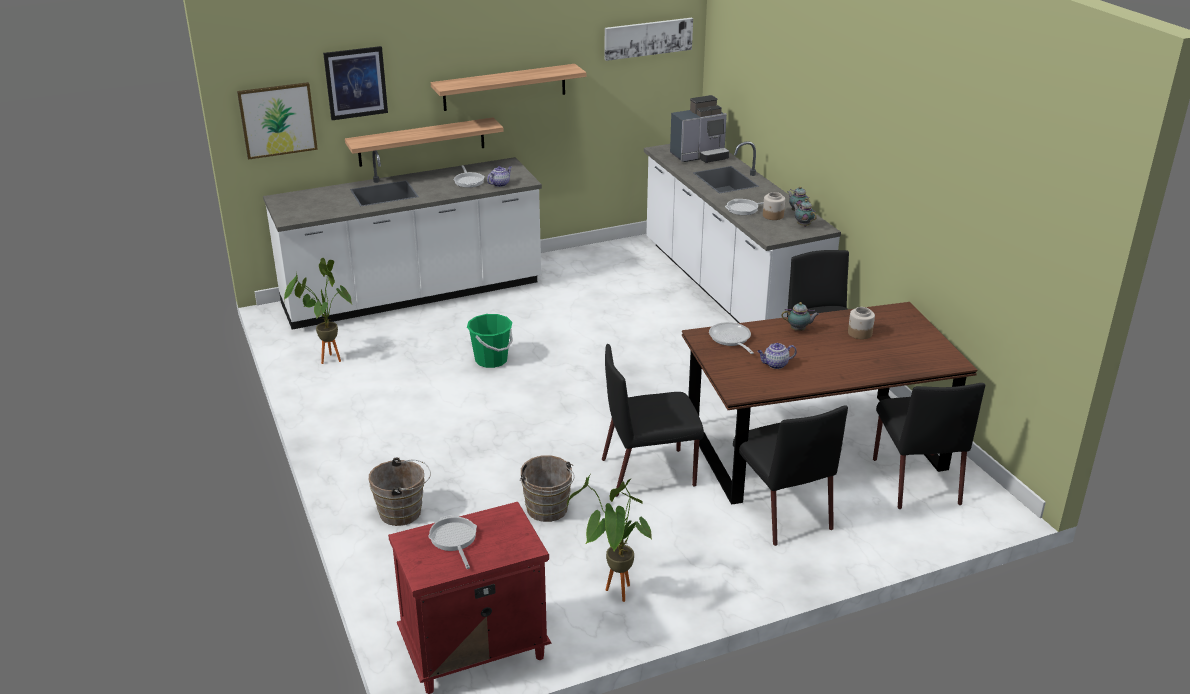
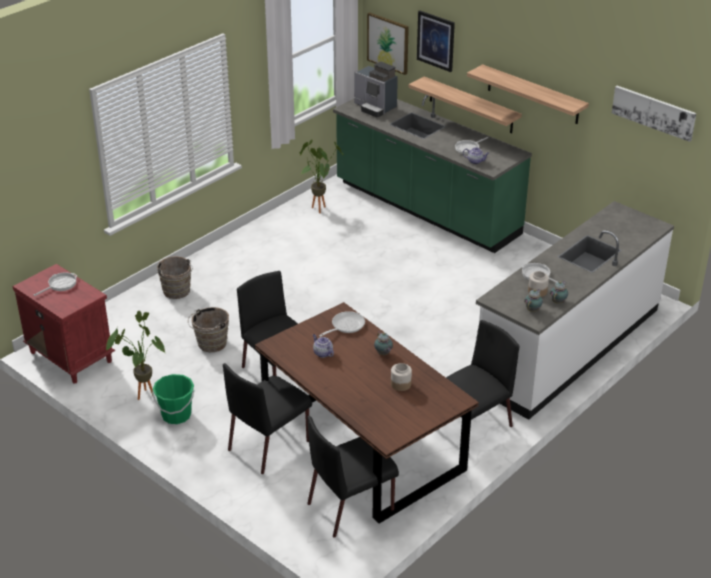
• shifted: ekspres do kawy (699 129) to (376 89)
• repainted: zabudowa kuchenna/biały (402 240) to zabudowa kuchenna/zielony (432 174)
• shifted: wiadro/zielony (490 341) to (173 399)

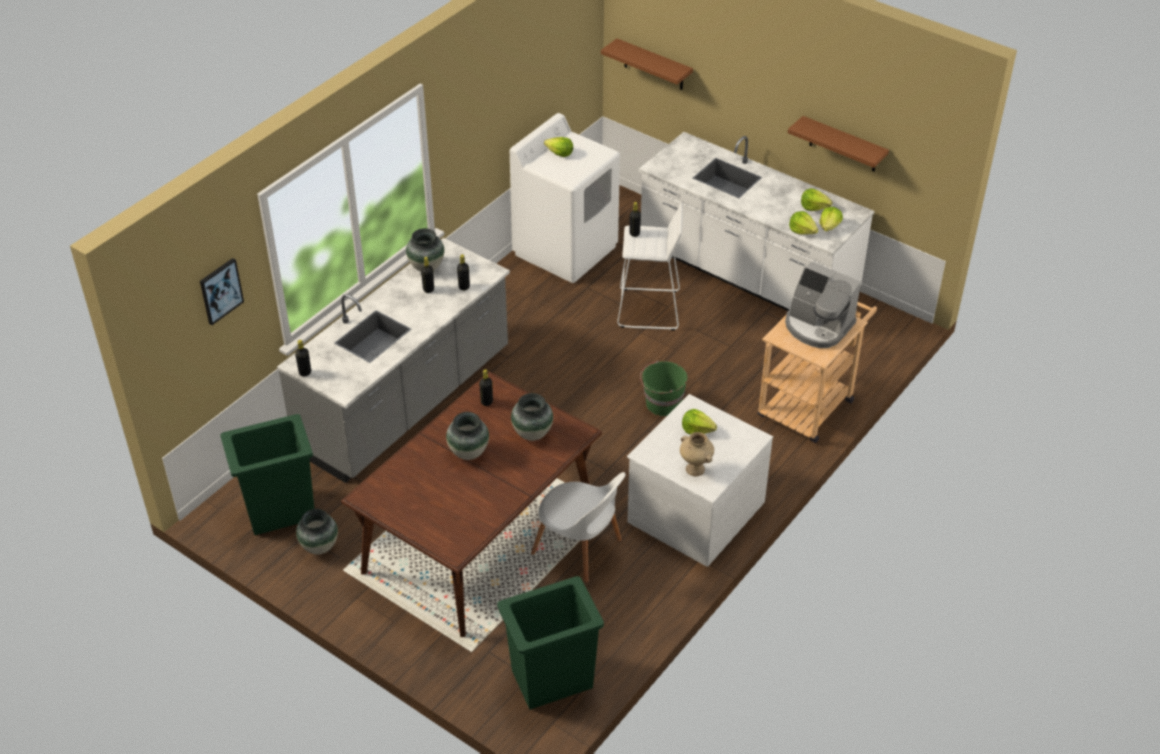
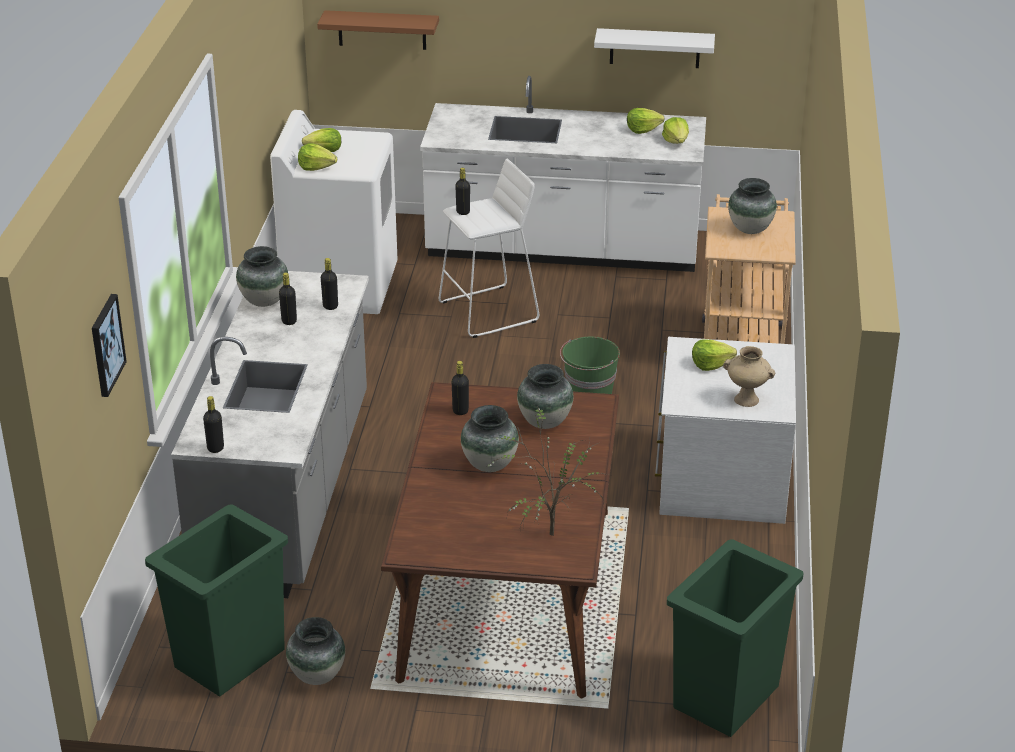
• repainted: półka/brązowy (838 144) to półka/biały (654 48)
• shifted: sałata (803 223) to (317 157)
• swapped: ekspres do kawy (823 304) to wazon (752 206)
• gone: krzesło/biały (578 527)
• new: roślina doniczkowa (549 471)

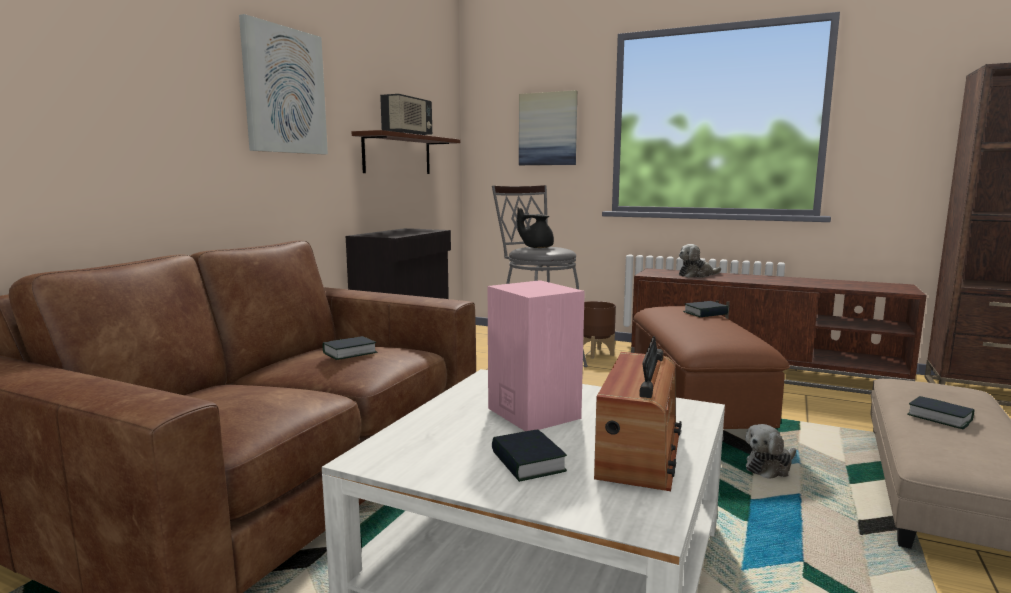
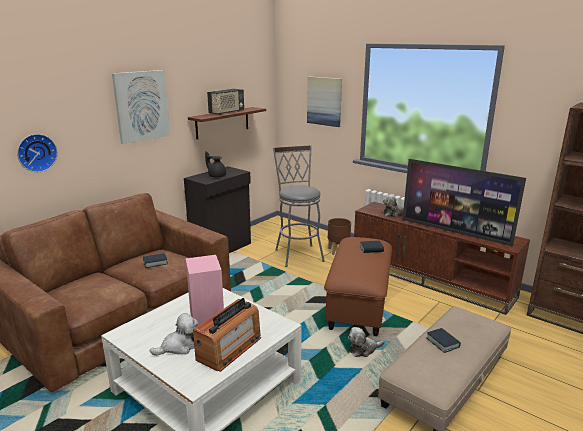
• shifted: imbryk/czarny (535 227) to (215 164)
• swapped: książka (529 455) to pluszak (174 334)
• new: zegar ścienny (37 153)
• new: telewizor (464 202)

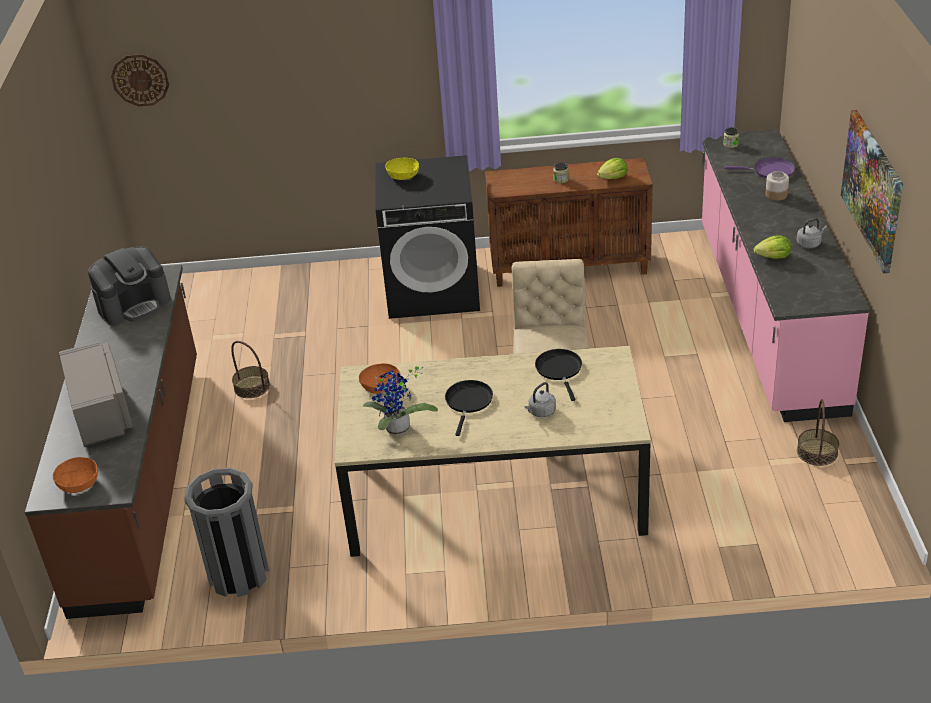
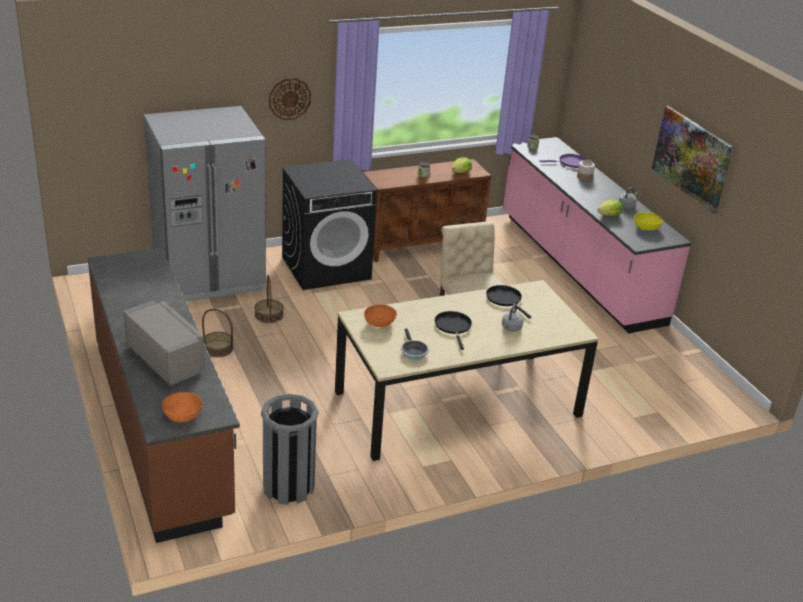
• shifted: zegar ścienny (140 80) to (290 99)
• shifted: miska/żółty (402 169) to (648 221)
• gone: ekspres do kawy (129 285)
• swapped: roślina doniczkowa (400 400) to patelnia (415 344)
• shifted: koszyk (818 432) to (269 299)
• new: lodówka/szary (204 204)

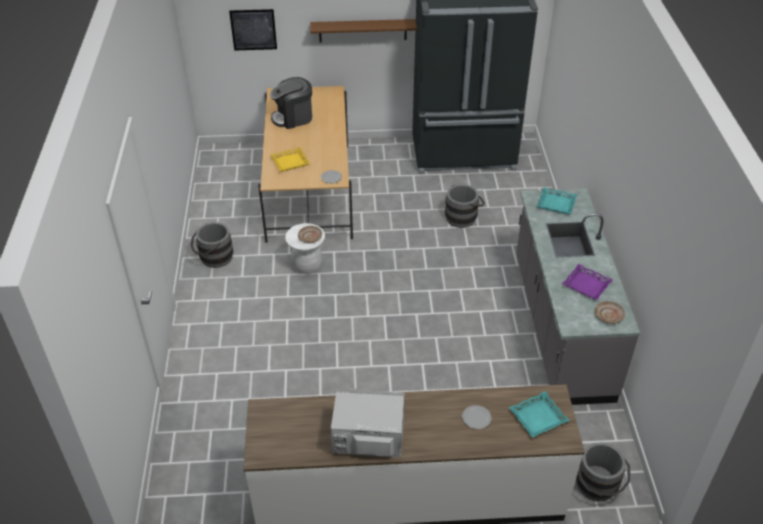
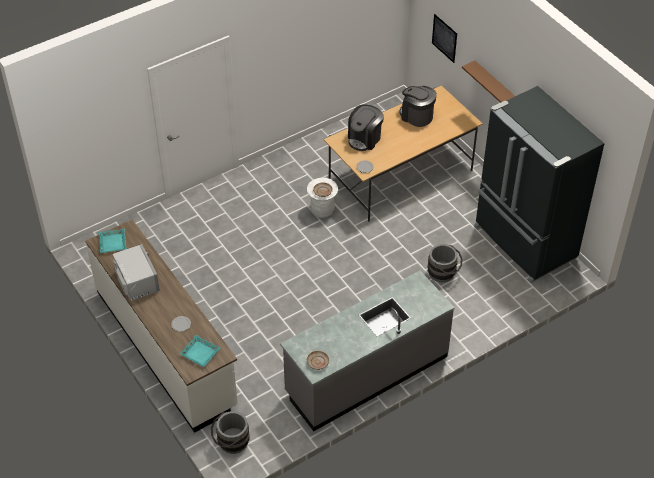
• swapped: taca/żółty (290 159) to ekspres do kawy (366 127)
• shifted: taca/turkusowy (557 200) to (112 240)
• gone: wiadro/szary (212 245)
• gone: taca/fioletowy (587 282)

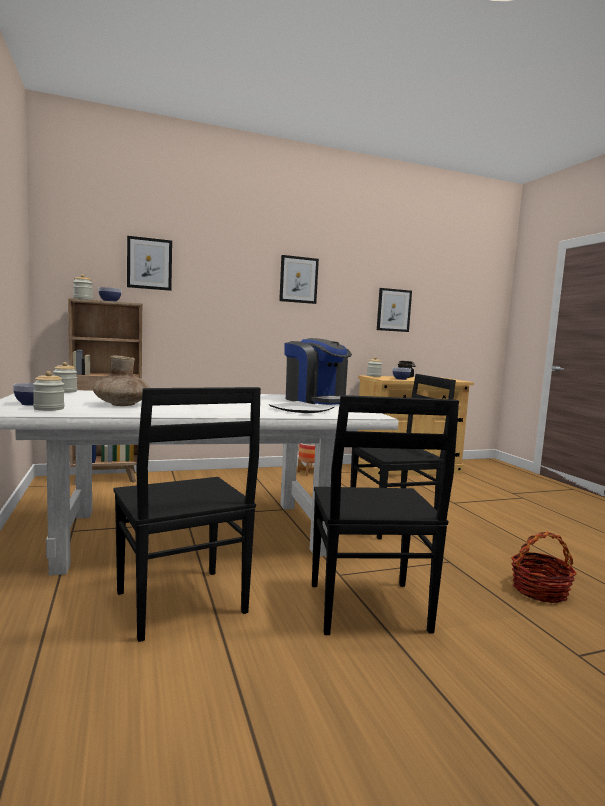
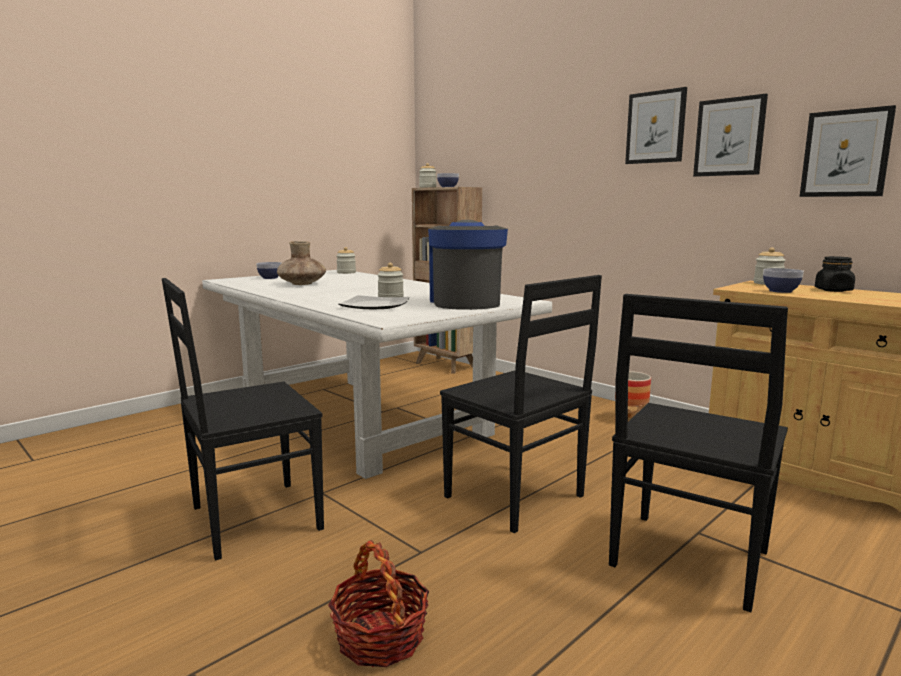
• shifted: obraz (149 263) to (730 135)
• rotated: ekspres do kawy (318 371) = (468 265) 150 degrees clockwise
• shifted: słoik (49 391) to (390 280)
• shifted: krzesło/czarny (187 514) to (698 453)

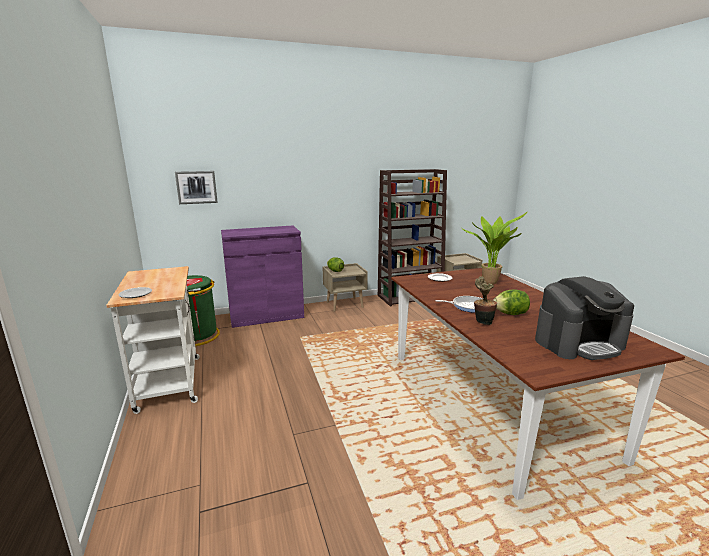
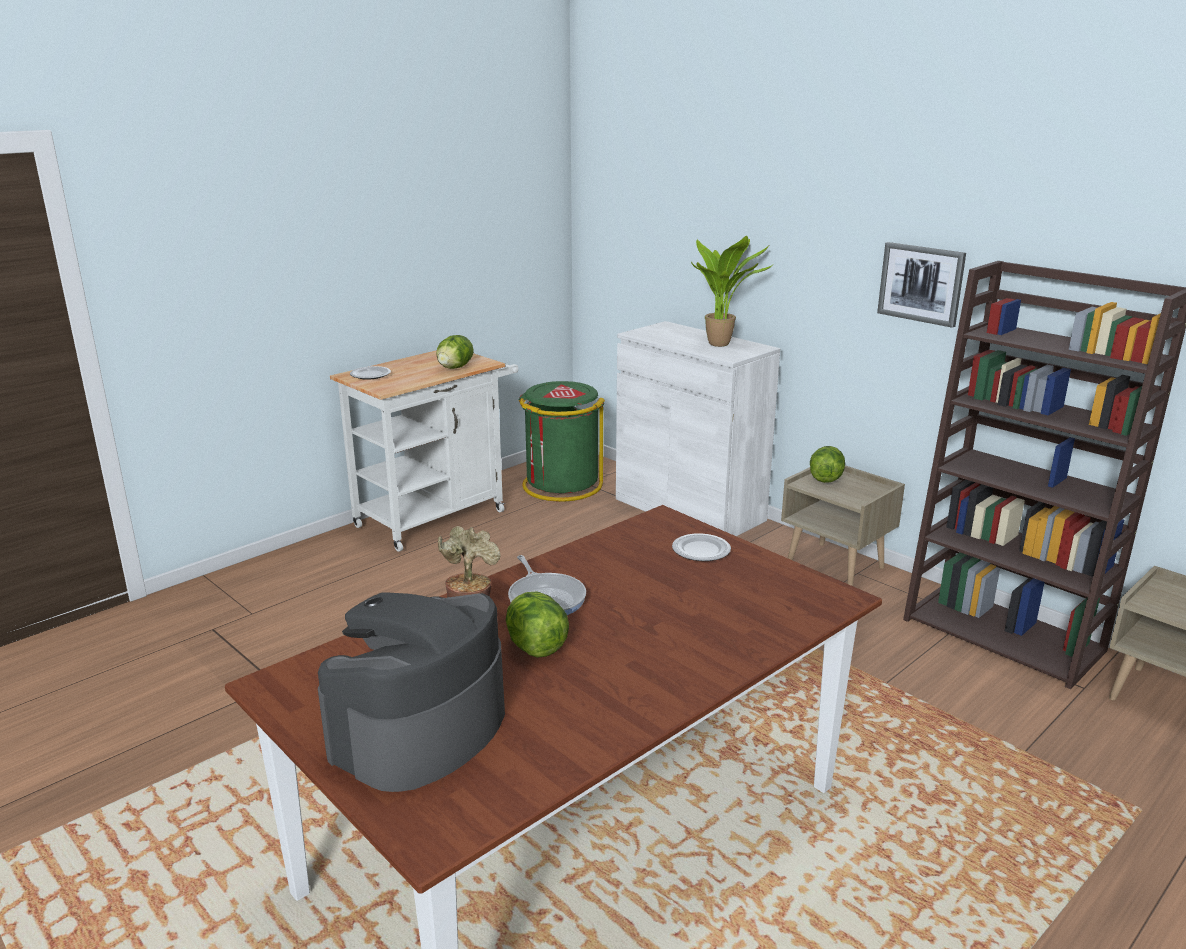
• shifted: obraz (196 187) to (921 285)
• shifted: roślina doniczkowa (495 247) to (732 291)
• repainted: szafka/fioletowy (262 276) to szafka/biały (698 428)
• rotated: ekspres do kawy (584 318) = (411 692) 75 degrees clockwise
• new: sałata (455 352)

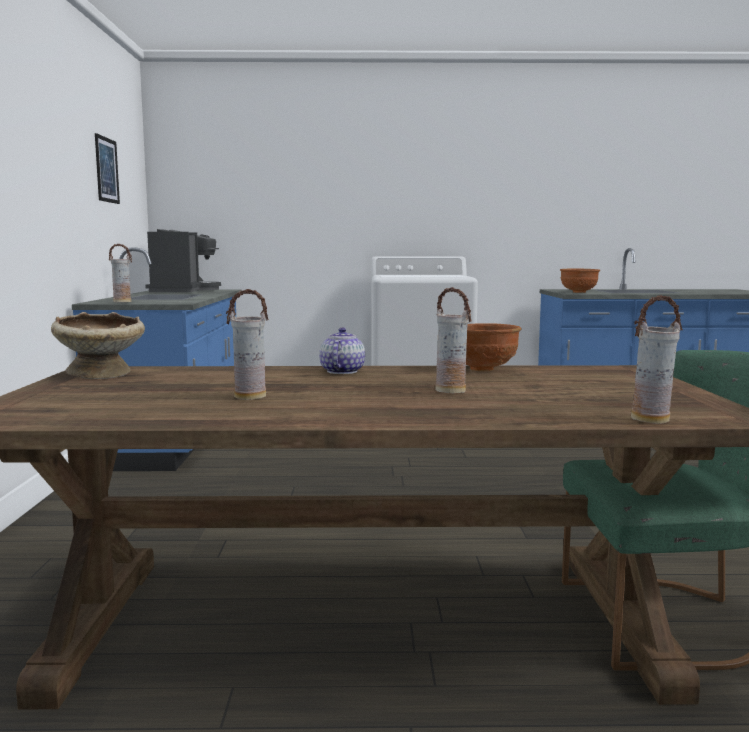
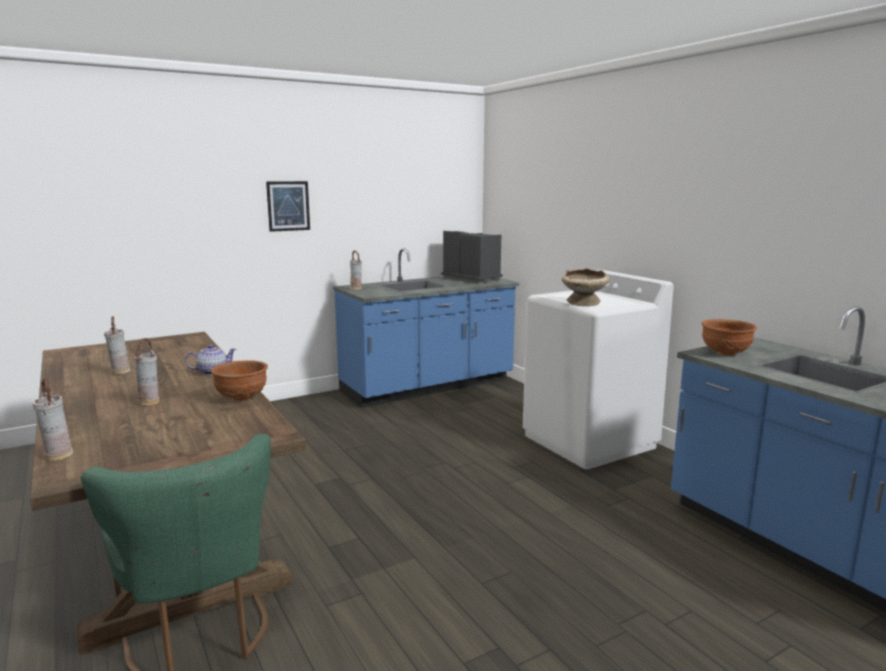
• shifted: obraz (107 168) to (288 206)
• rotated: ekspres do kawy (183 260) = (472 257) 105 degrees counterclockwise
• shifted: miska/beżowy (98 345) to (586 287)

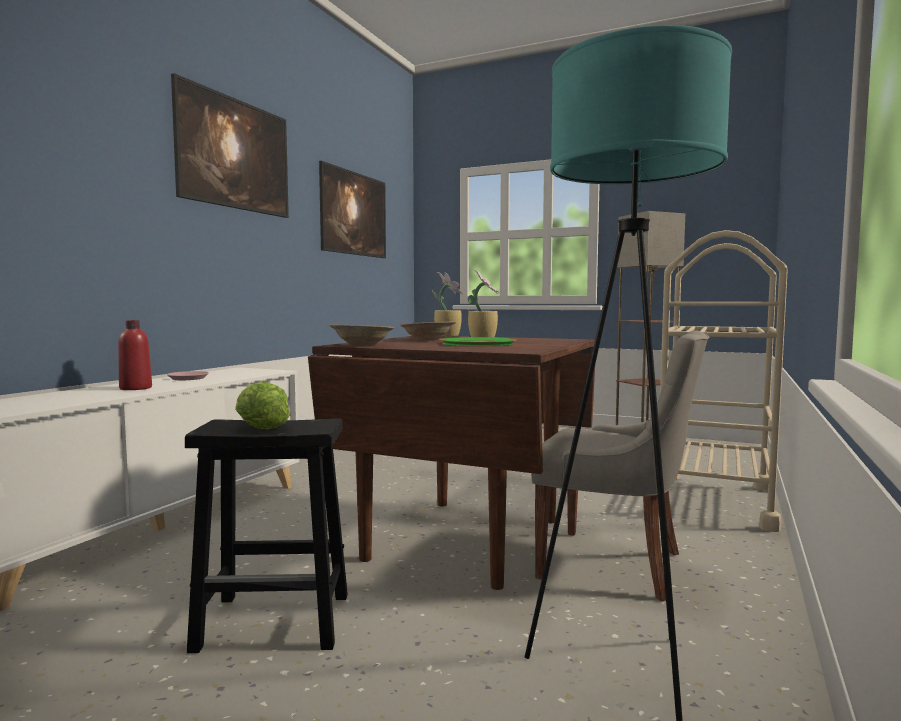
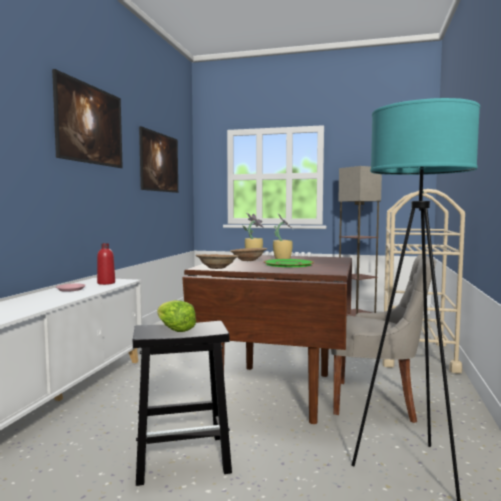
• shifted: butelka/czerwony (135 355) to (106 264)

